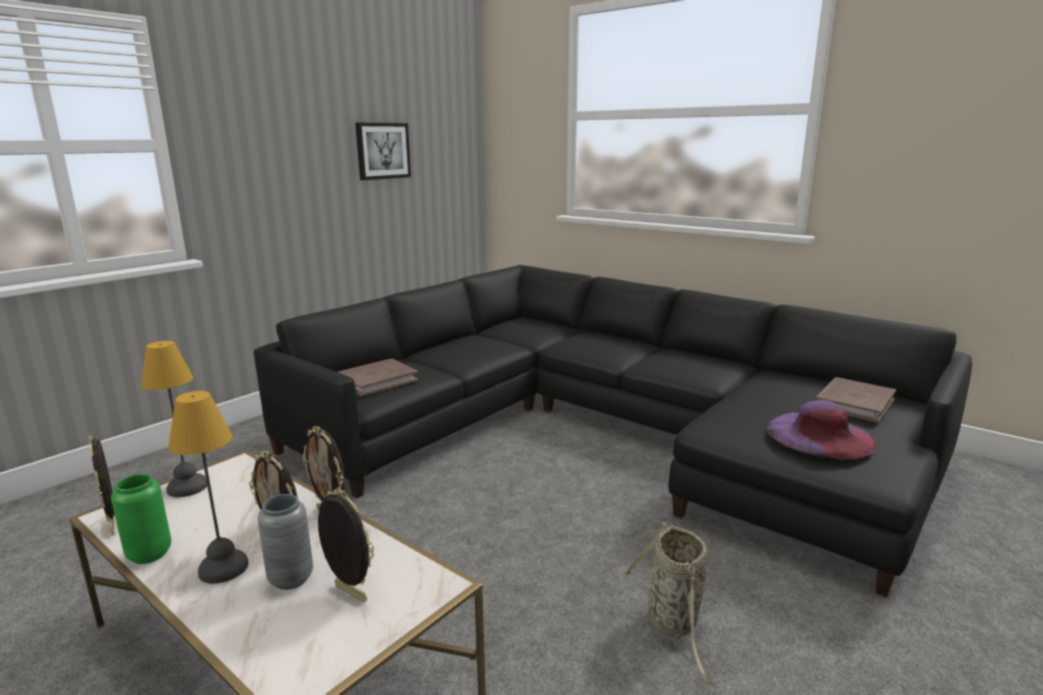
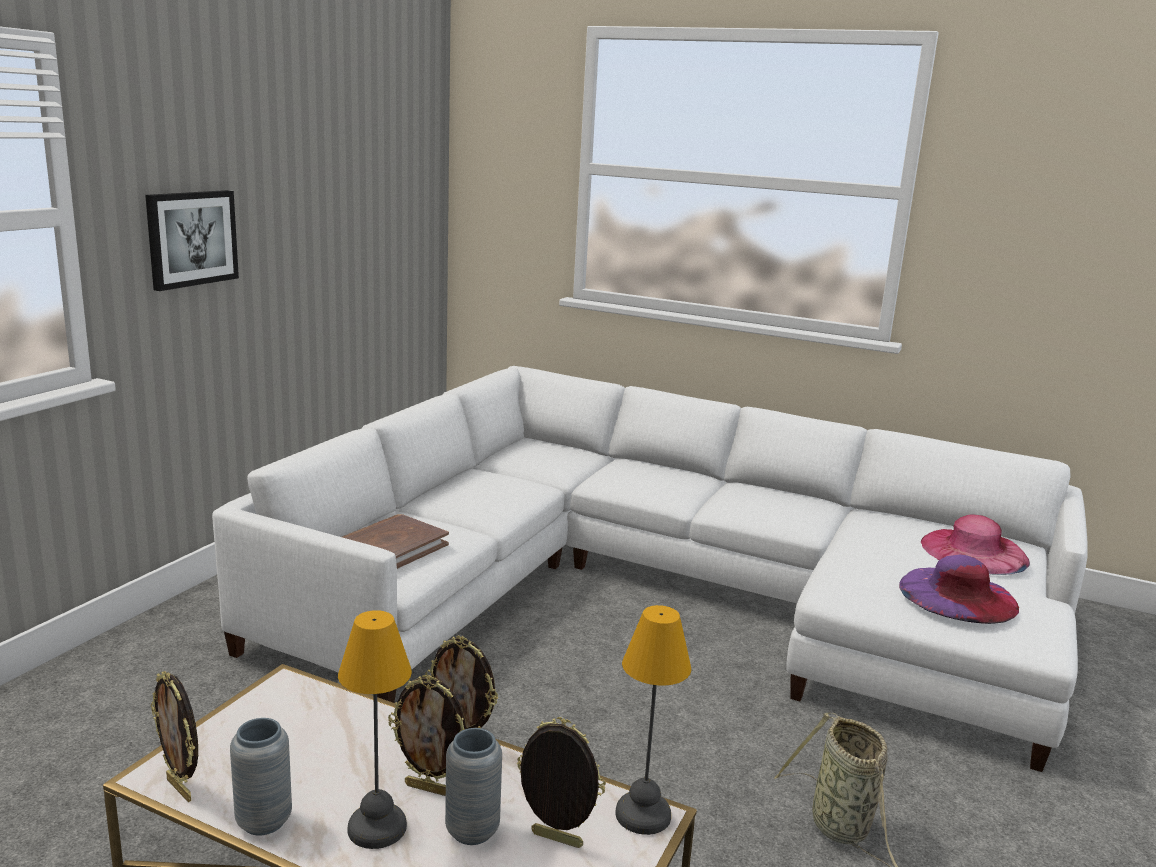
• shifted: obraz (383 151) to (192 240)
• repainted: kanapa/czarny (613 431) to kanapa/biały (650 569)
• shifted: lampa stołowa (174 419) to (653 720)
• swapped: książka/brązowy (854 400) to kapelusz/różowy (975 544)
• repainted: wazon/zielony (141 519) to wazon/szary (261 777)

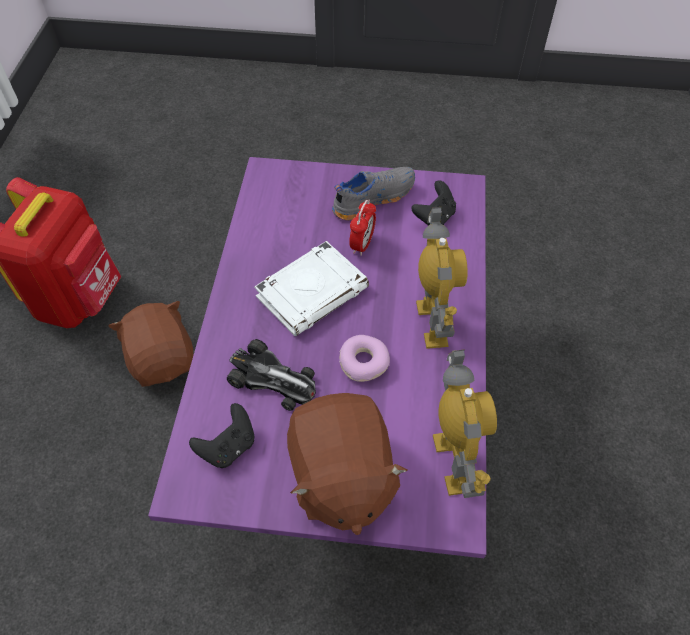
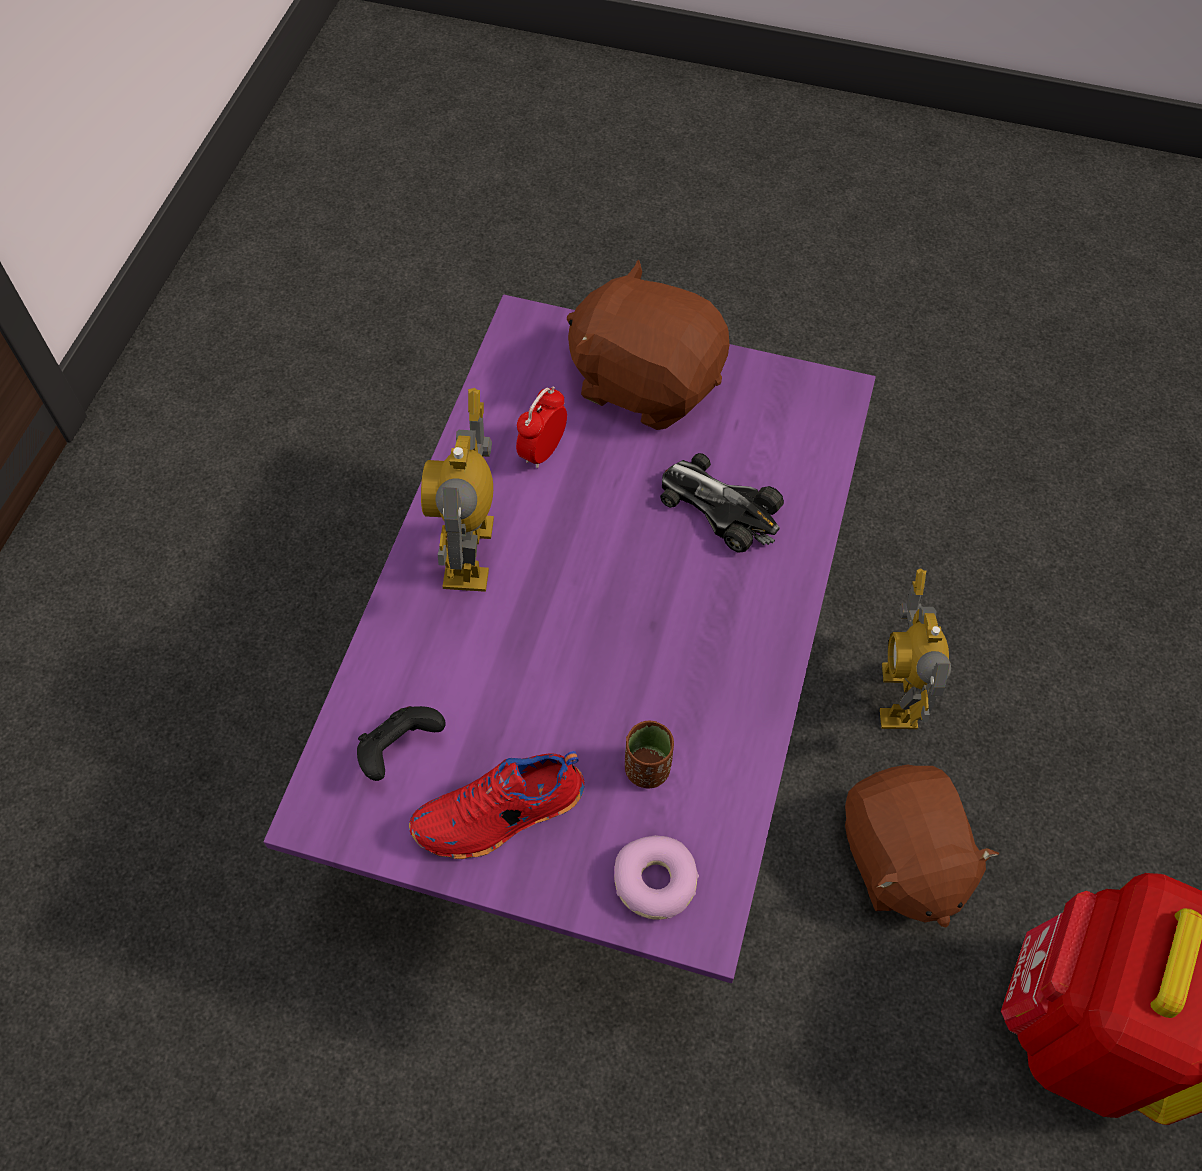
• repainted: but/szary (373 193) to but/czerwony (496 805)
• shifted: budzik (362 228) to (541 427)
• gone: książka/biały (311 288)
• shifted: donut (364 358) to (656 877)
• shifted: robot zabawkowy (465 423) to (915 648)
• rotated: pluszak/brązowy (347 464) = (648 345) 60 degrees counterclockwise
• gone: pad do gier/czarny (221 435)
• new: filiżanka/brązowy (649 755)

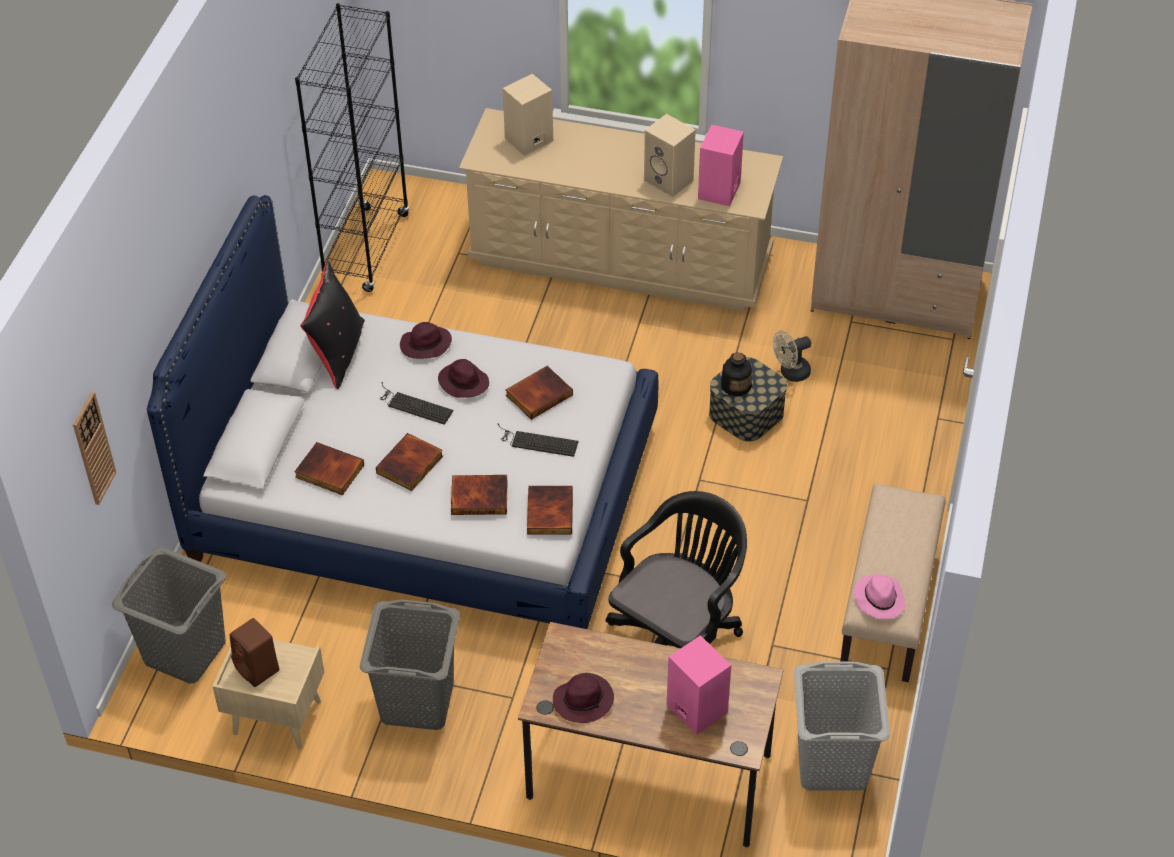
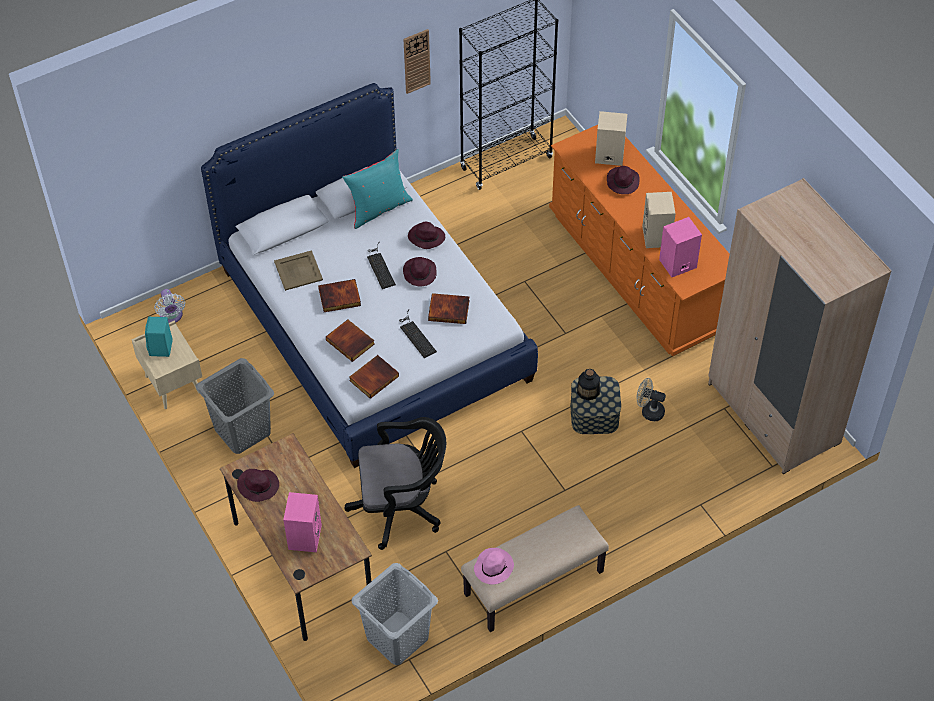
• repainted: komoda/beżowy (621 209) to komoda/pomarańczowy (639 240)
• repainted: poduszka/czarny (332 324) to poduszka/turkusowy (377 189)
• shifted: zegar ścienny (94 448) to (417 61)
• swapped: książka (329 468) to taca/beżowy (298 270)
• swapped: kosz na pranie/szary (169 615) to wentylator/biały (169 306)
• repainted: głośnik/brązowy (254 652) to głośnik/turkusowy (159 337)
• new: kapelusz/fioletowy (623 180)

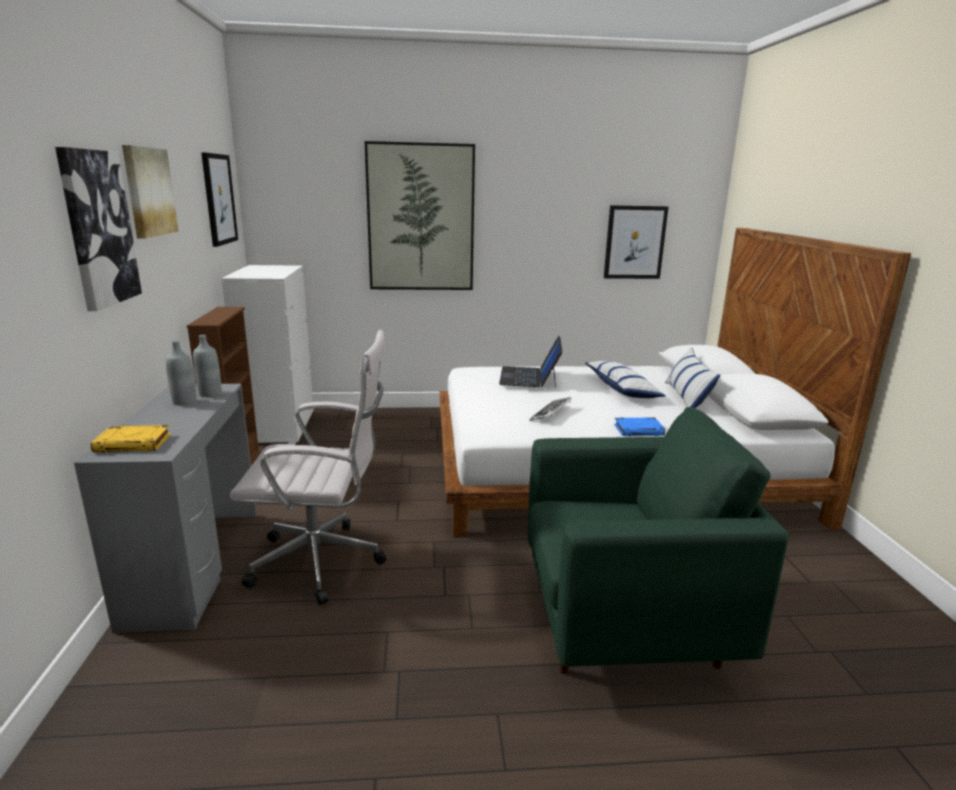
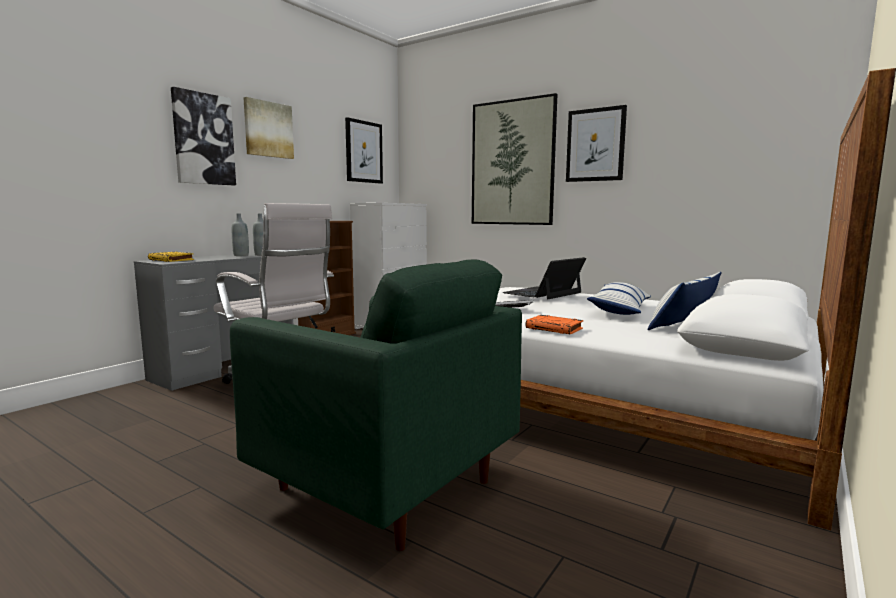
• shifted: obraz (636 242) to (596 143)
• repainted: książka/niebieski (639 426) to książka/pomarańczowy (554 324)

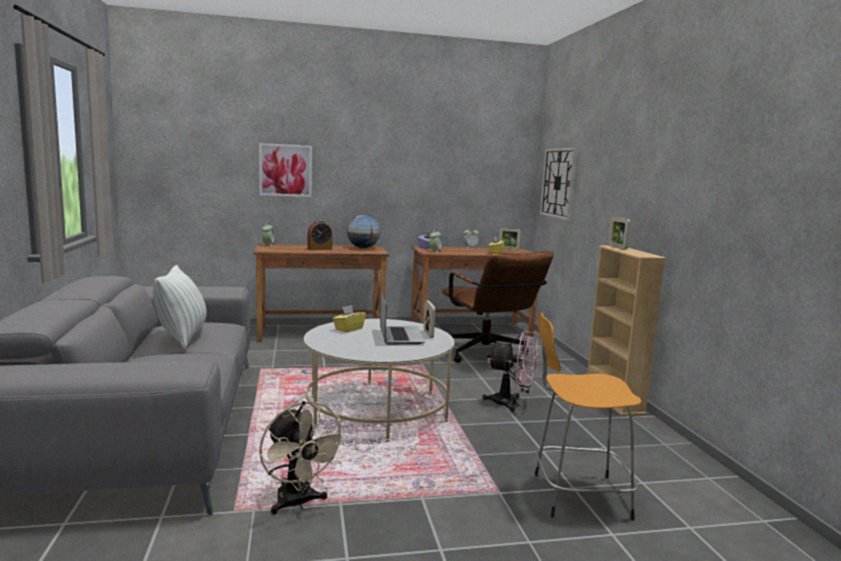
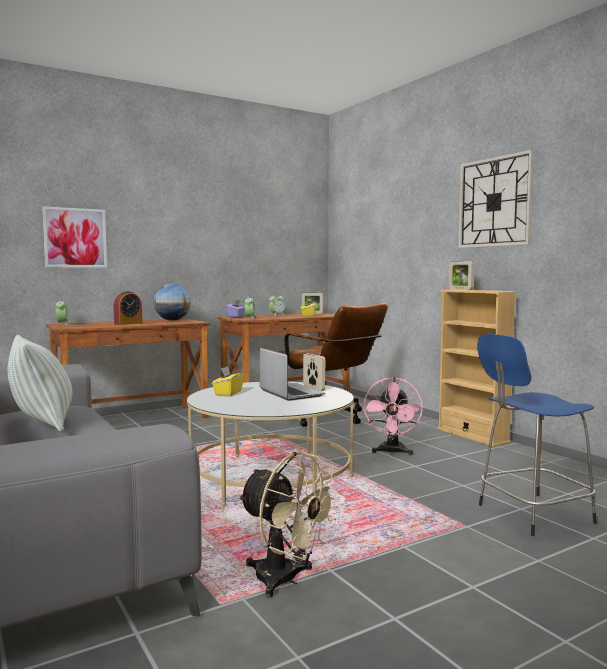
• shifted: zegar ścienny (558 184) to (496 199)
• repainted: stołek/pomarańczowy (588 417) to stołek/niebieski (537 434)
• rotated: wentylator/różowy (510 371) = (393 416) 105 degrees clockwise

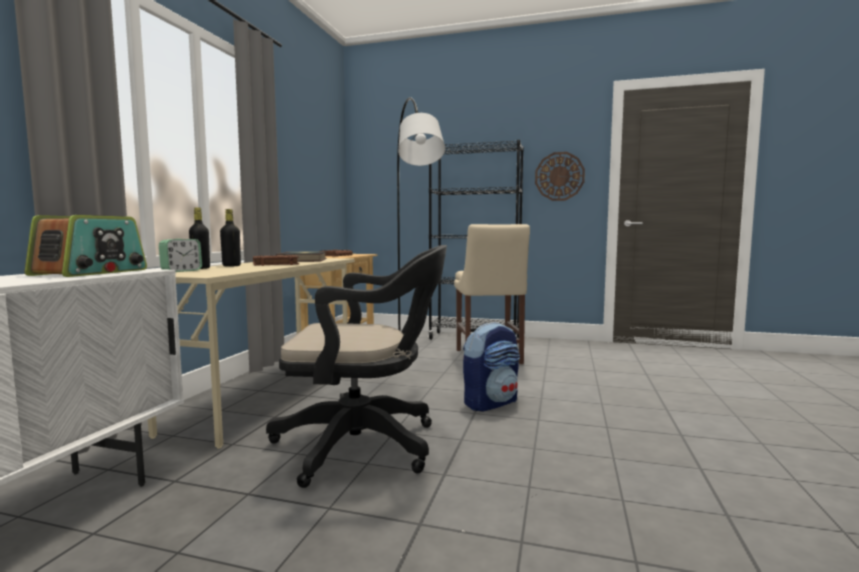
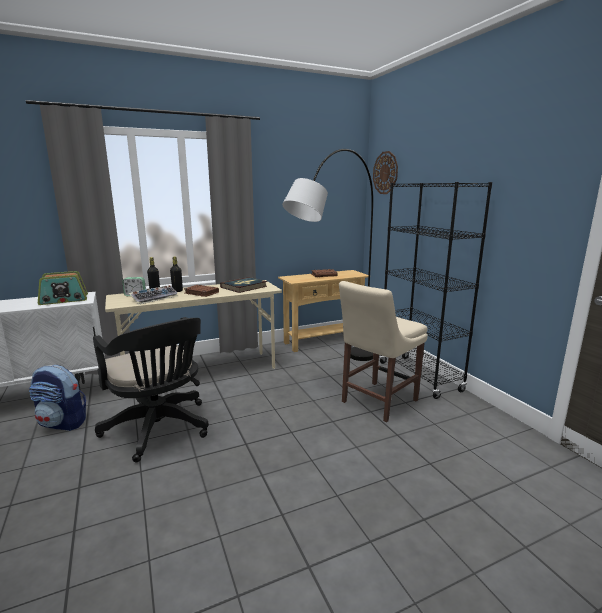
• shifted: zegar ścienny (560 176) to (385 172)
• shifted: plecak (491 366) to (57 398)
• new: klawiatura (153 295)

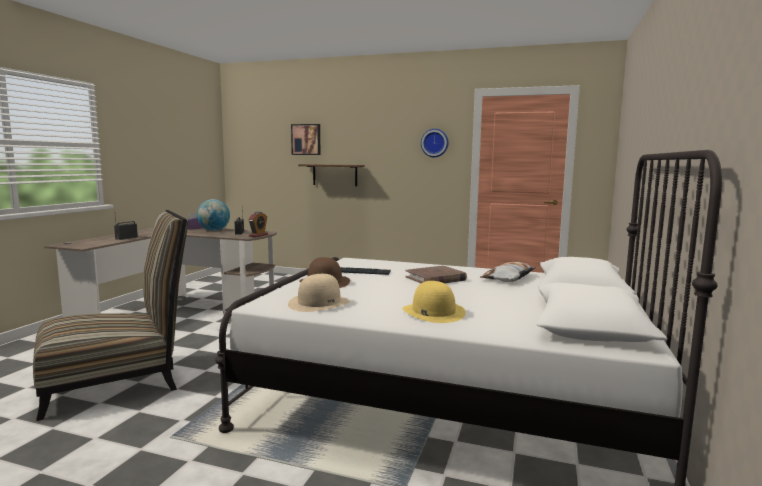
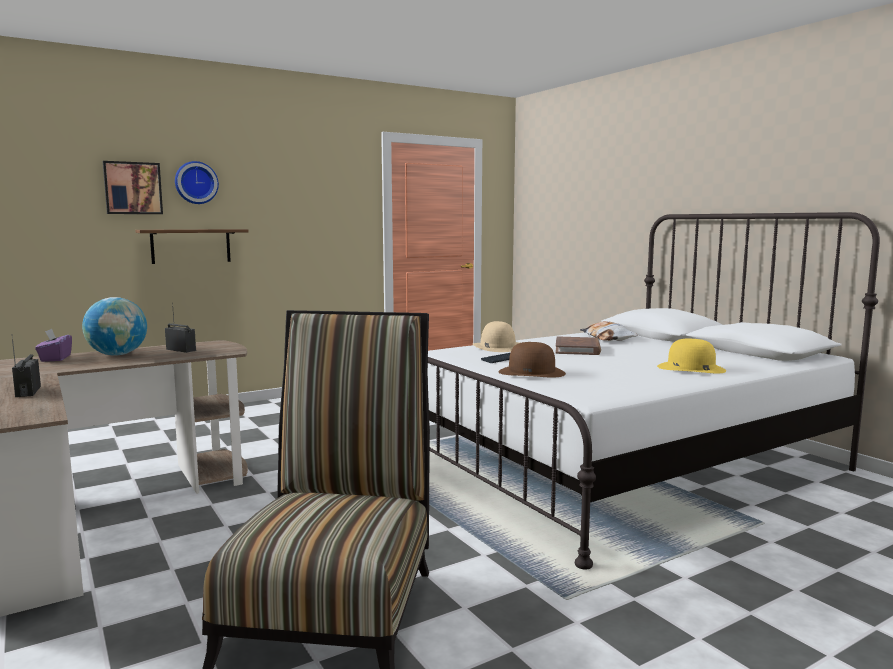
• shifted: zegar ścienny (434 143) to (197 182)
• gone: budzik (258 224)
• shifted: kapelusz/beżowy (319 293) to (496 336)

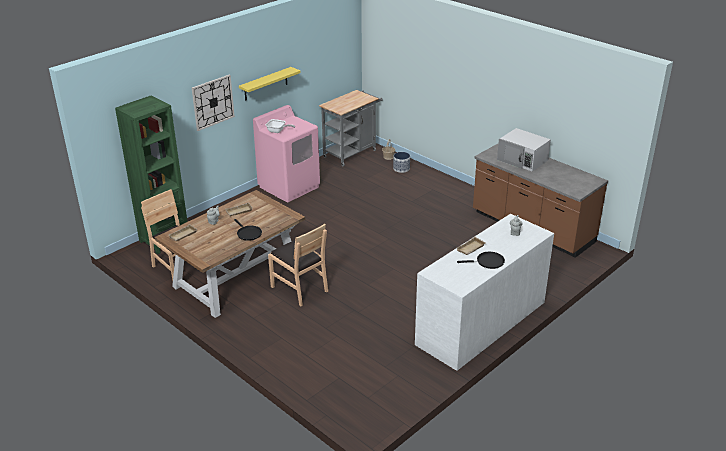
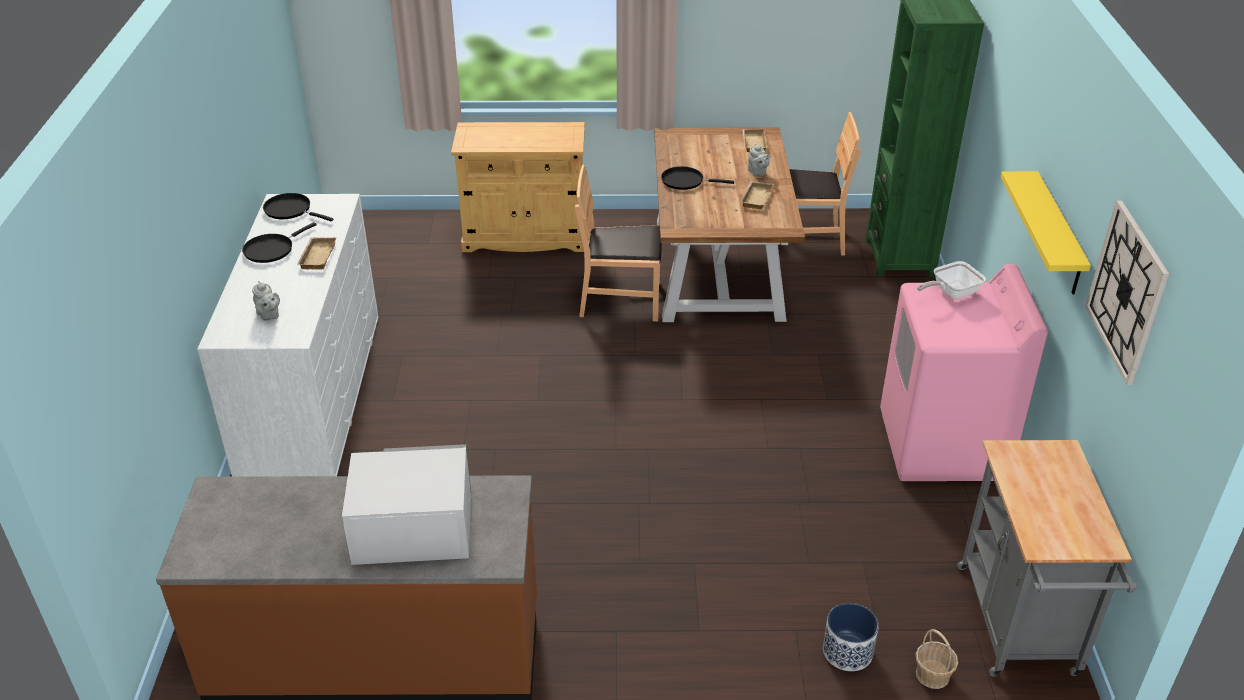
• shifted: zegar ścienny (213 103) to (1127 292)
• new: szafka/beżowy (518 187)
• new: patelnia/czarny (298 207)

